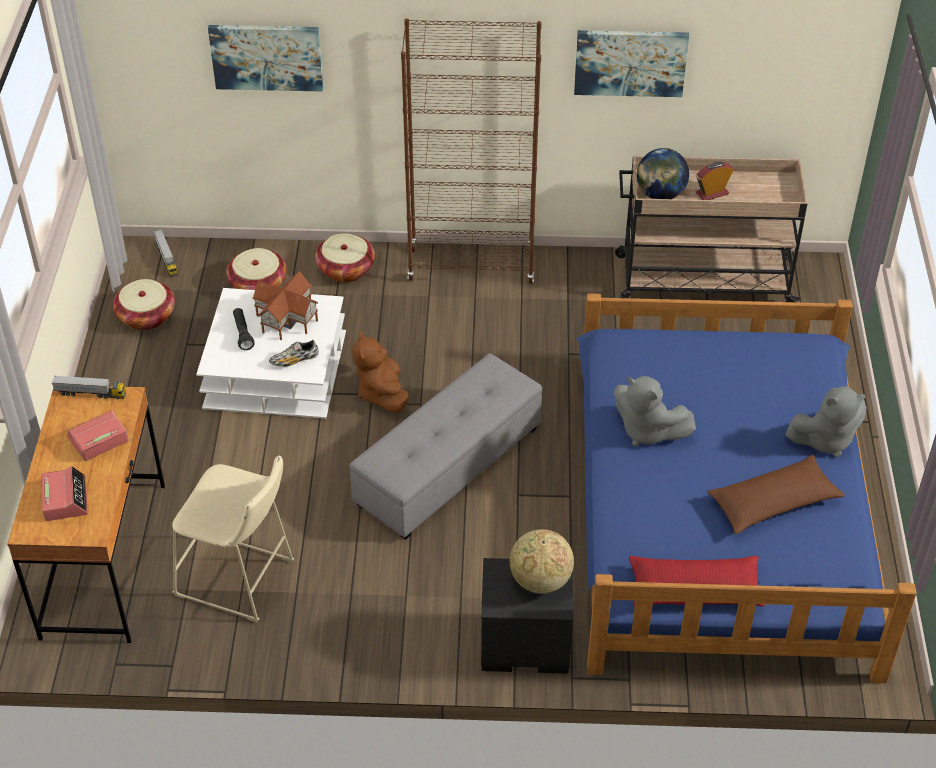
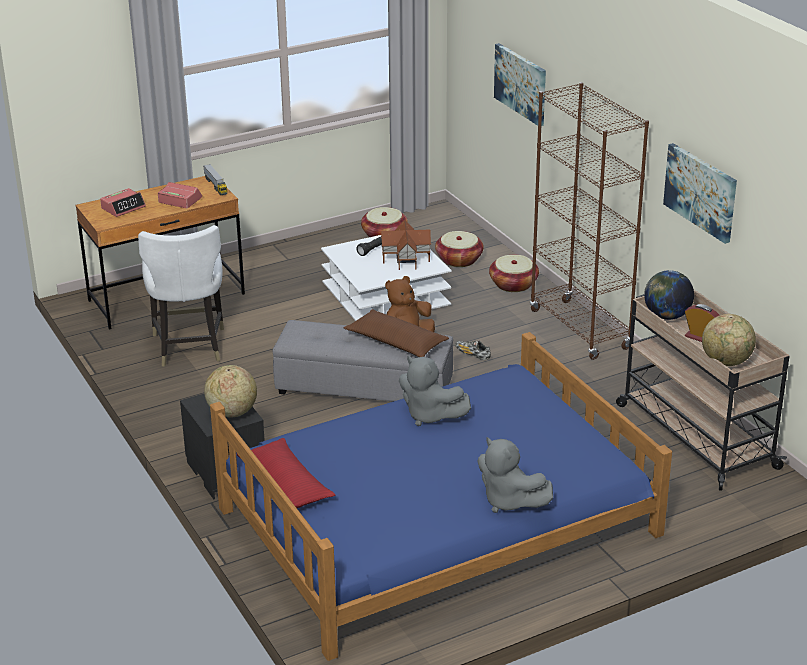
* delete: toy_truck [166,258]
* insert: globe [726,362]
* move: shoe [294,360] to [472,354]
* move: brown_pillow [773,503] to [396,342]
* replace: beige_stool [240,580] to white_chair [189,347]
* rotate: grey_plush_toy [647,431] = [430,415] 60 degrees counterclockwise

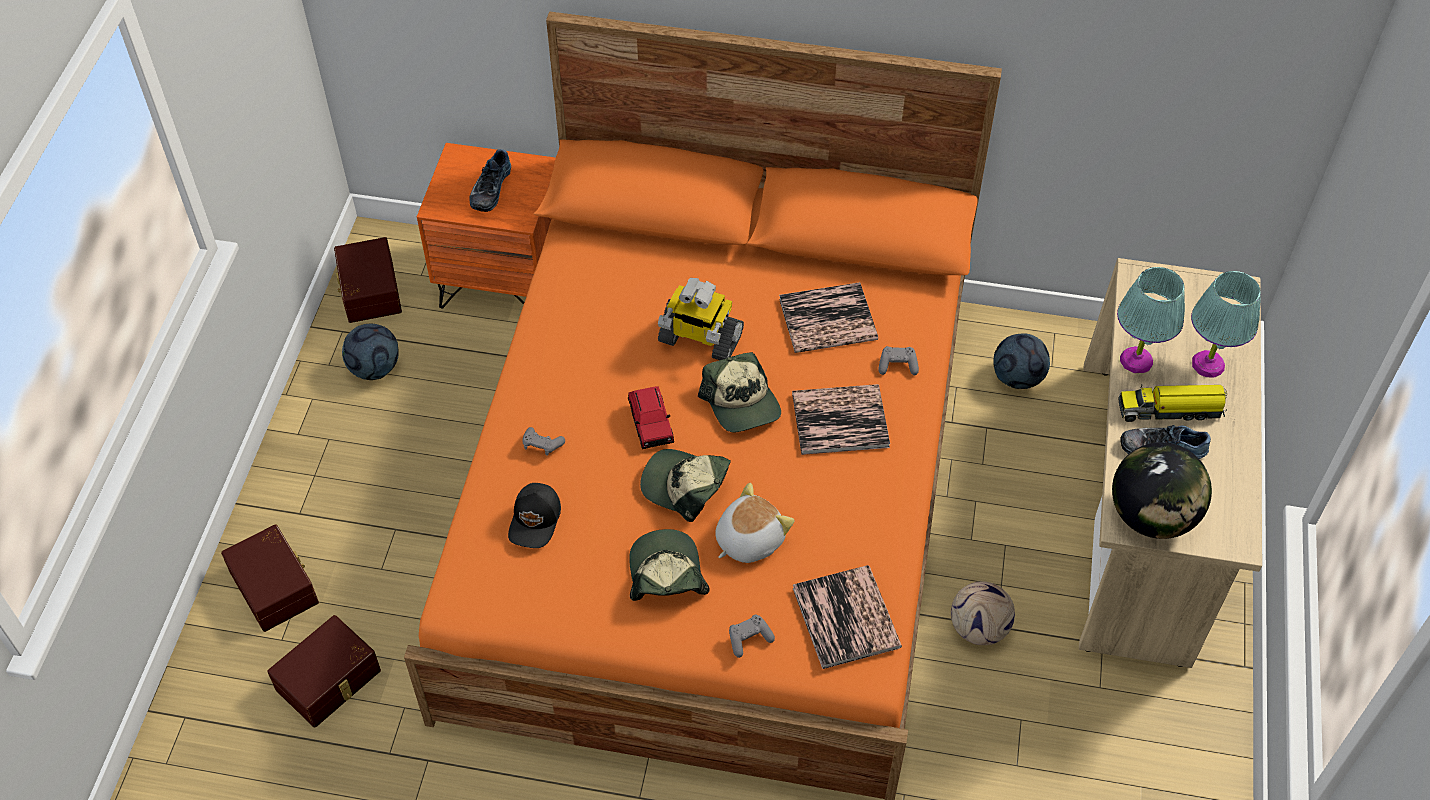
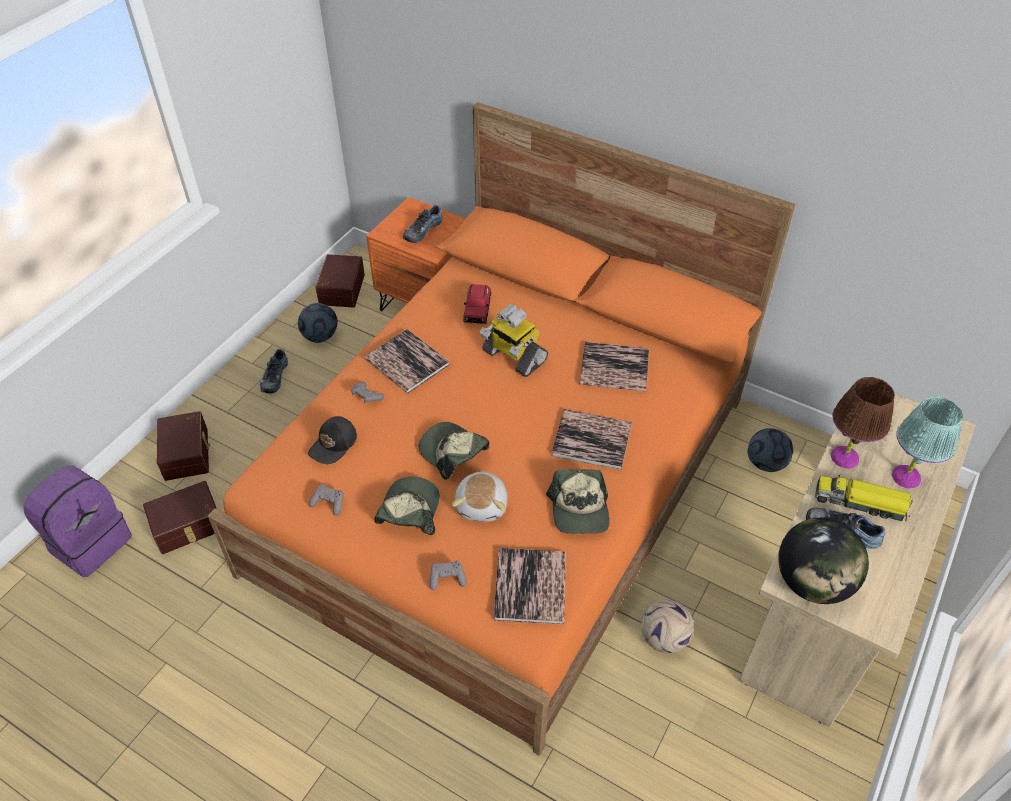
* insert: purple_backpack [90,542]
* insert: shoe [274,377]
* insert: book [407,362]
* move: red_toy_car [651,423] to [477,310]
* move: cap [741,403] to [579,510]
* move: grey_game_controller [897,365] to [328,503]
* recolor: turquoise_table_lamp [1135,360] to brown_table_lamp [844,457]
* rotate: plush_toy [748,539] = [482,505] 120 degrees clockwise

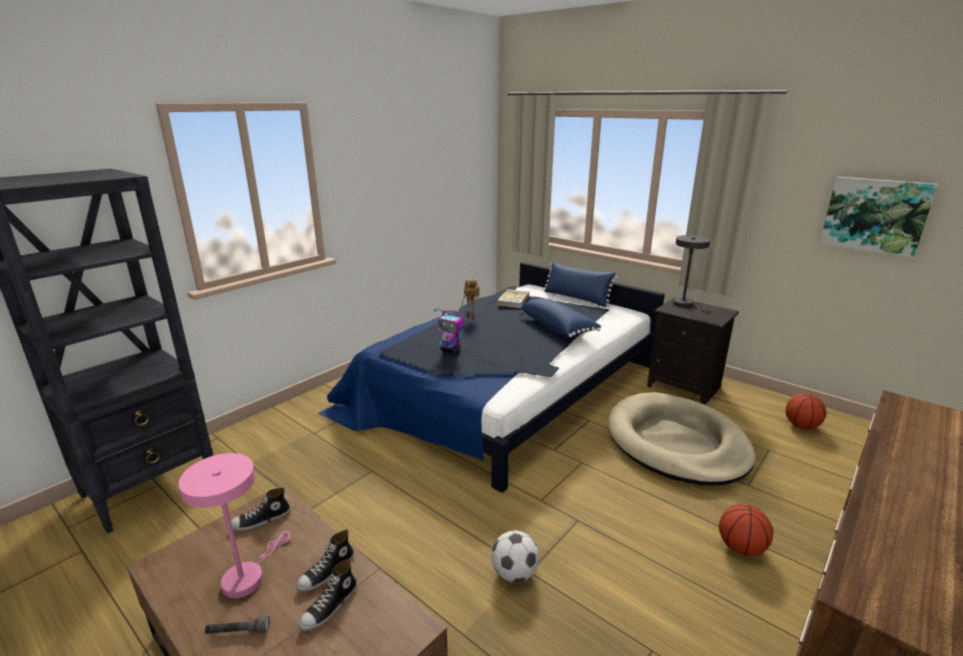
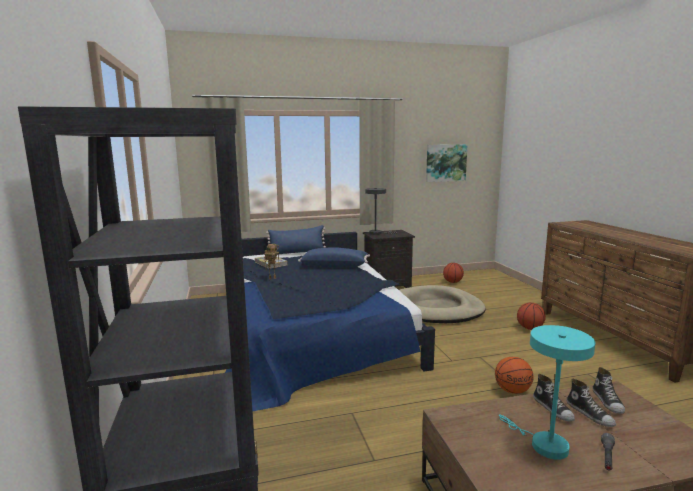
* delete: toy_robot [450,350]
* move: shoe [261,520] to [608,402]
* replace: football [514,573] to basketball [512,391]
* recolor: pink_table_lamp [247,576] to turquoise_table_lamp [543,444]

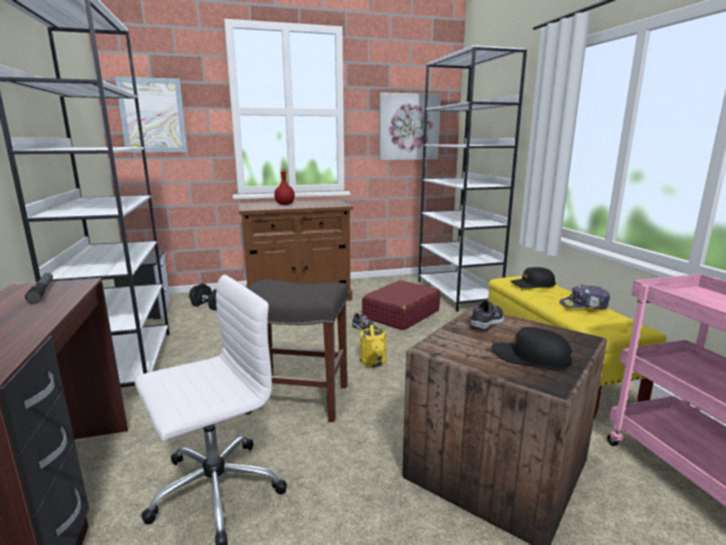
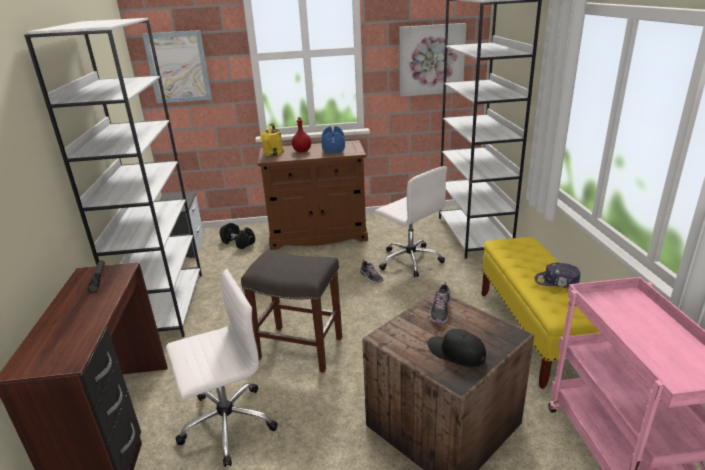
* delete: black_cap [532,285]
* insert: blue_dumbbell [333,148]
* move: yellow_watering_can [374,363] to [273,154]
* replace: red_suitcase [401,314] to white_office_chair [409,260]
* rotate: shoe [487,323] = [440,311] 150 degrees clockwise

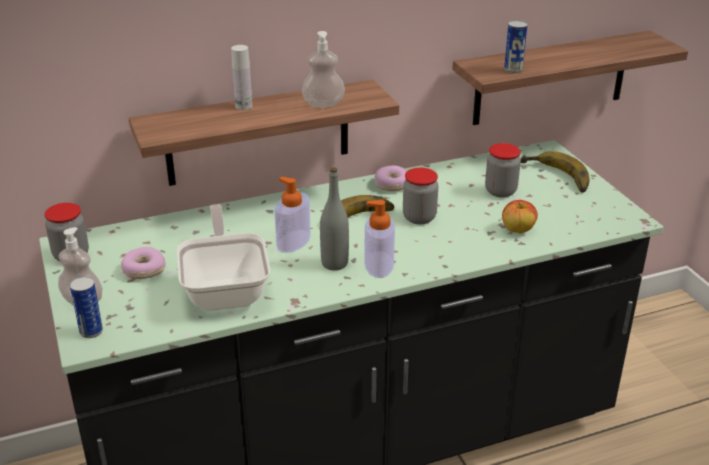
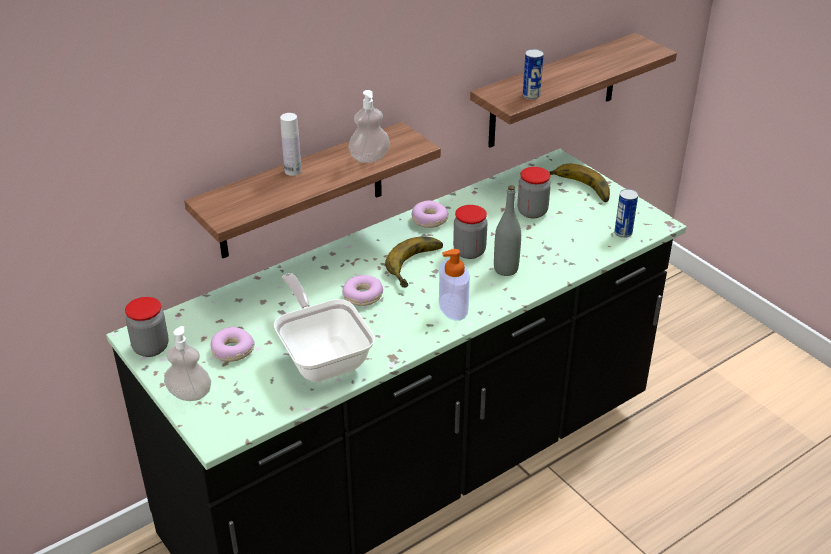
* delete: apple [518,230]
* move: can [91,331] to [623,233]
* move: grey_bottle [334,263] to [506,269]
* replace: soap_dispenser [293,241] to donut [363,296]

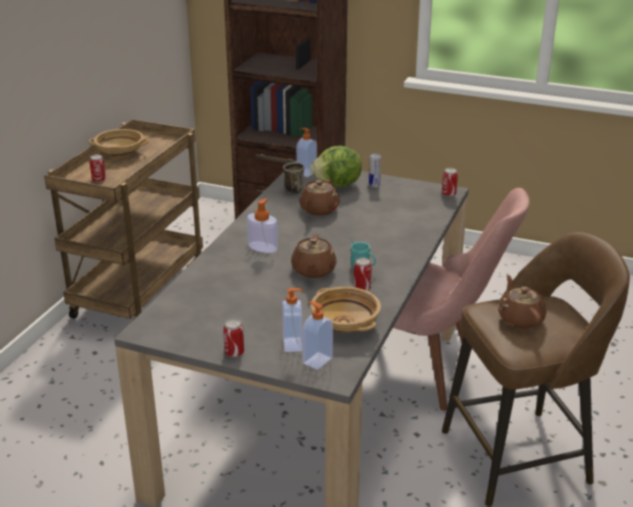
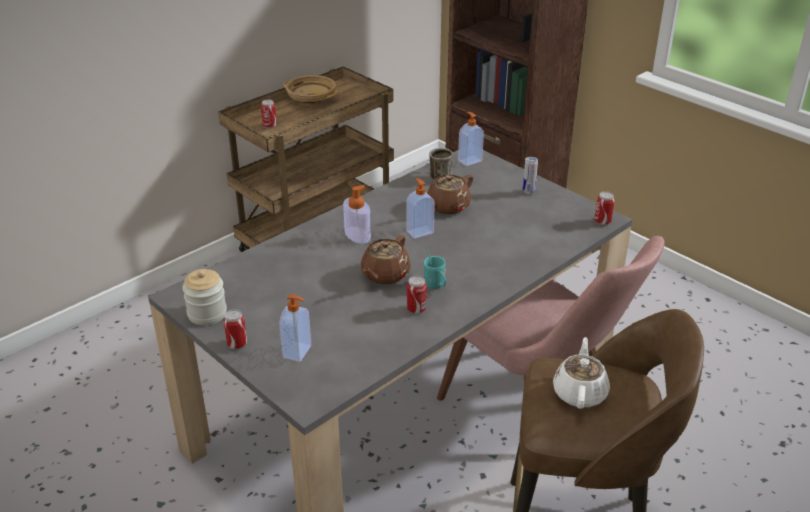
* delete: lettuce [337,185]
* delete: beige_bowl [346,324]
* insert: jar [207,314]
* move: soap_dispenser [316,360] to [419,231]
* recolor: brown_teapot [520,318] to white_teapot [580,392]

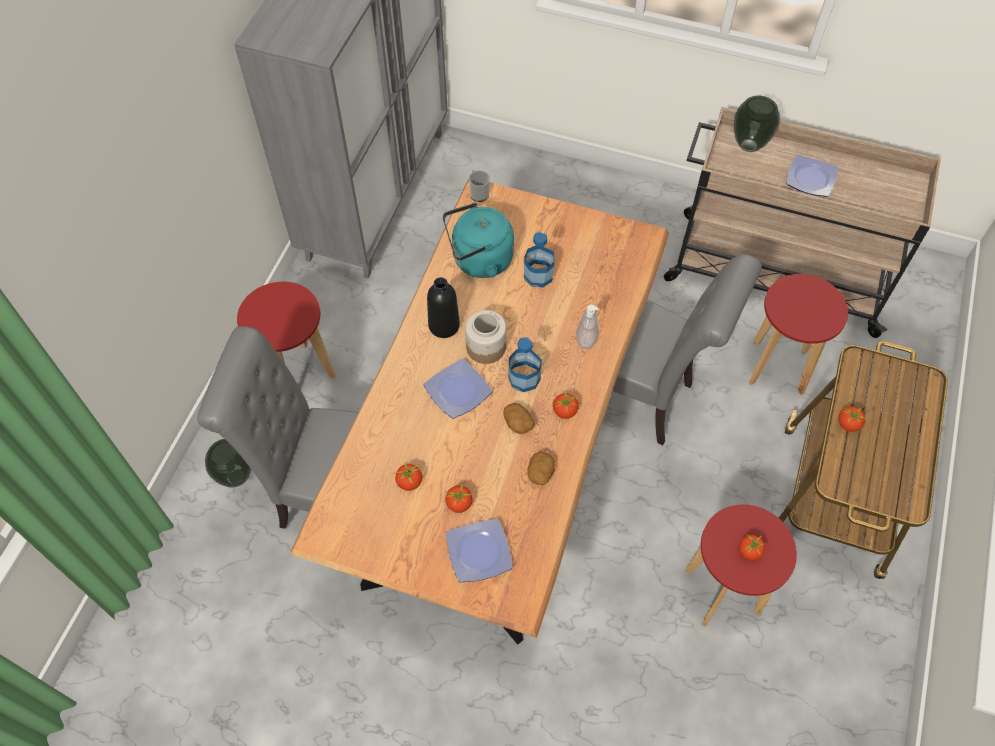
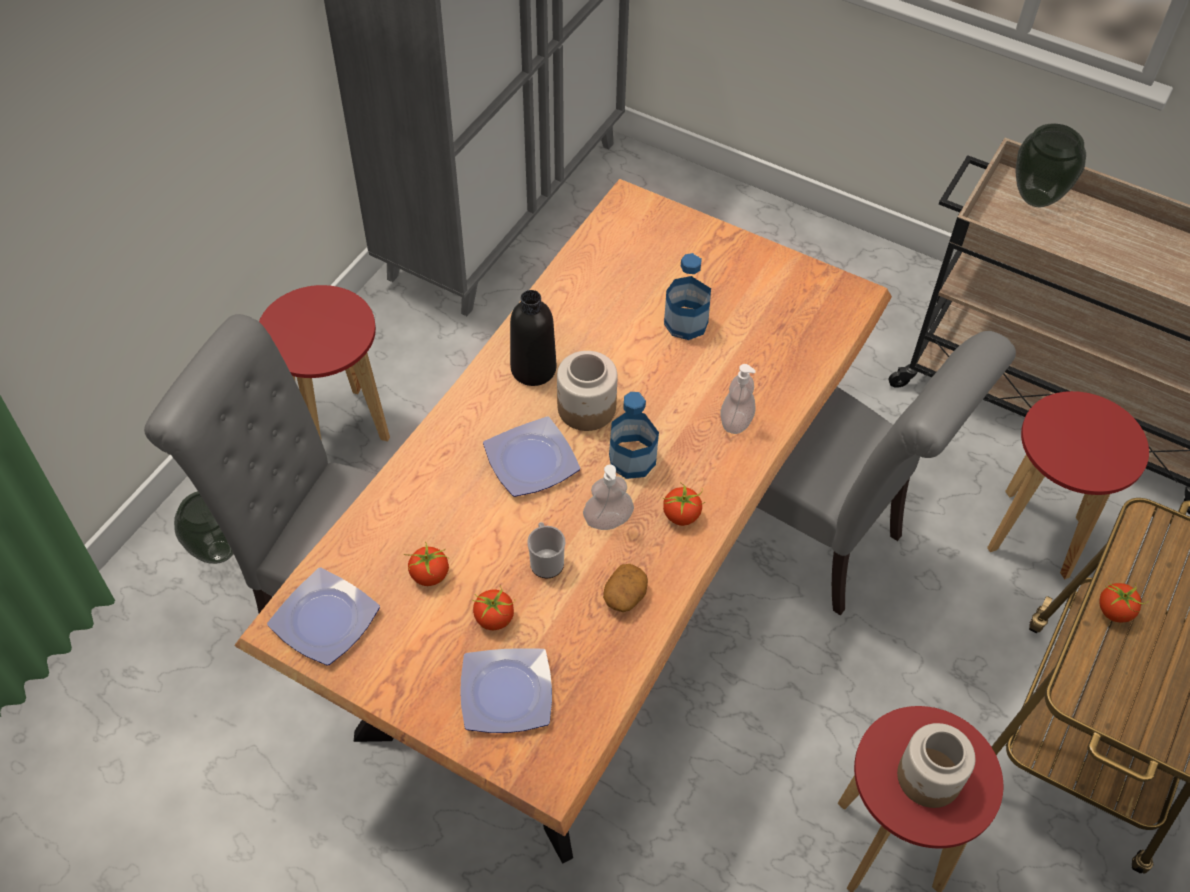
* delete: turquoise_kettle [479,260]
* move: mug [478,193] to [546,560]
* move: plate [811,179] to [325,622]
* replace: potato [517,423] to soap_dispenser [608,520]
* replace: tomato [749,551] to jar [929,778]

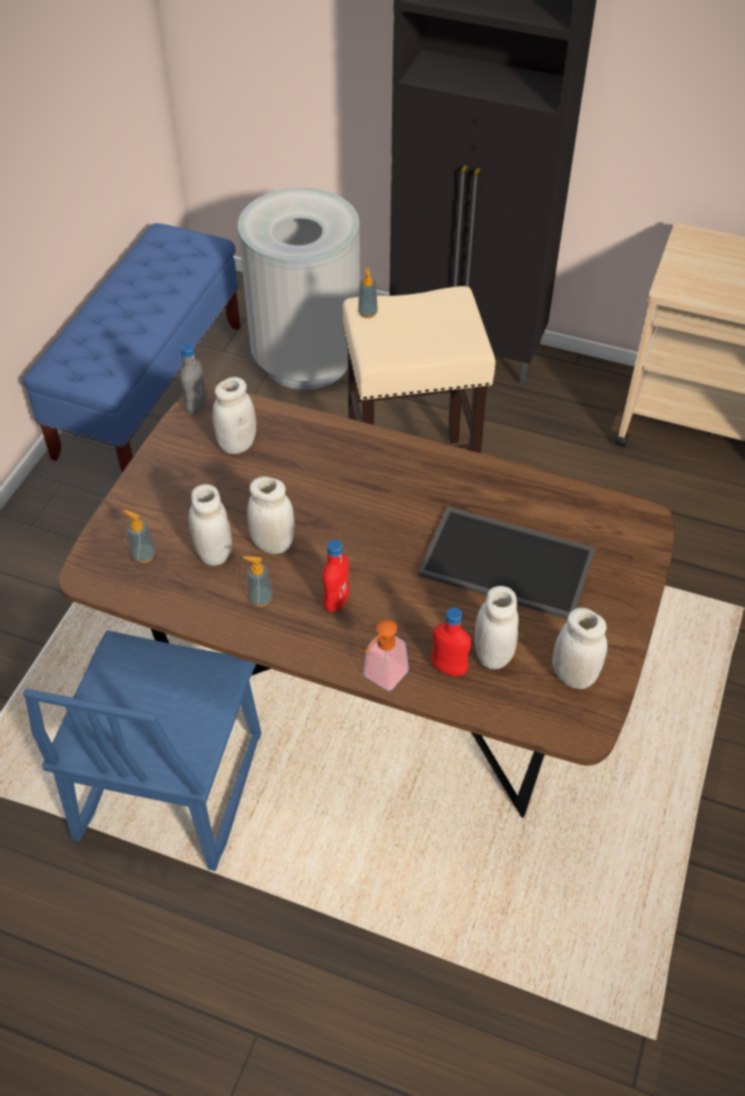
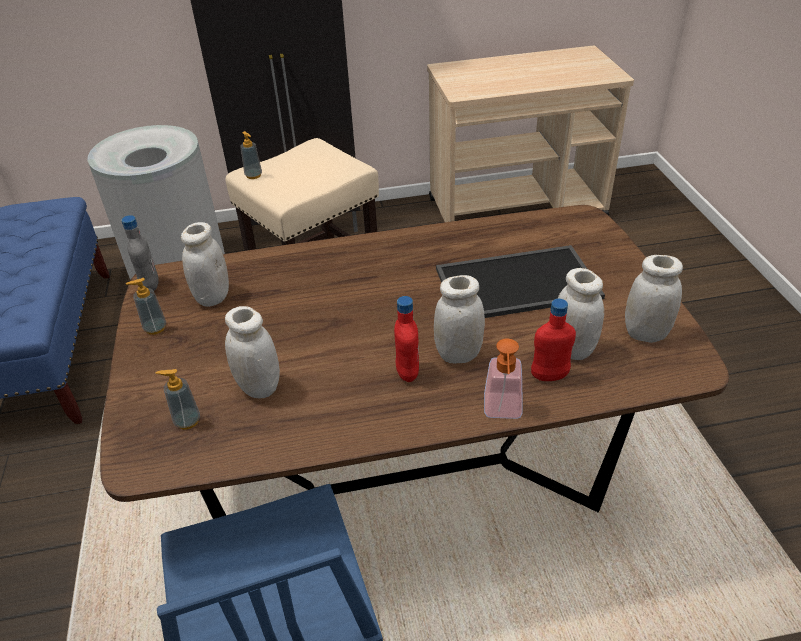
* move: soap_dispenser [260,598] to [155,328]
* move: white_jar [273,543] to [458,354]

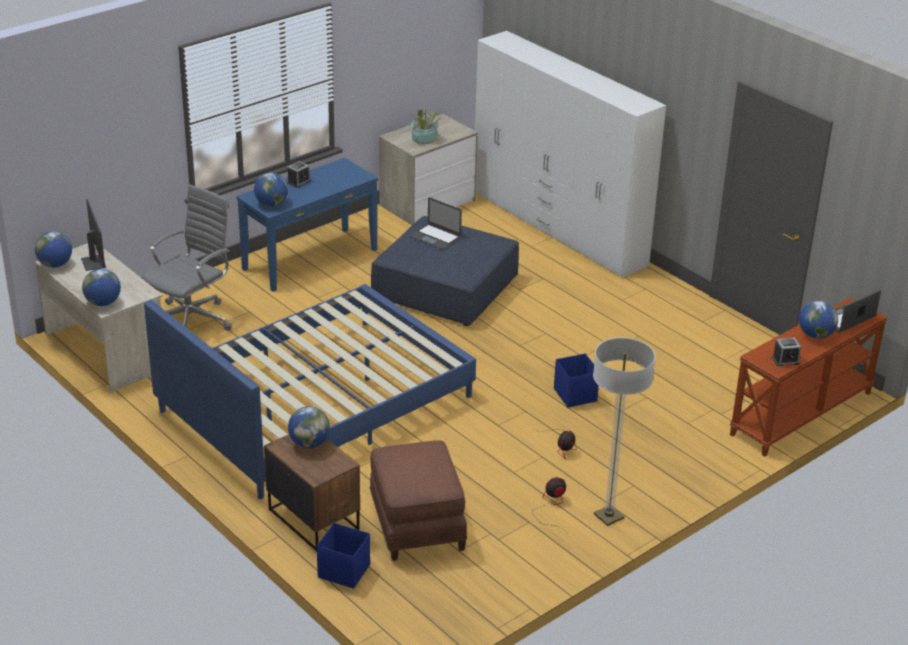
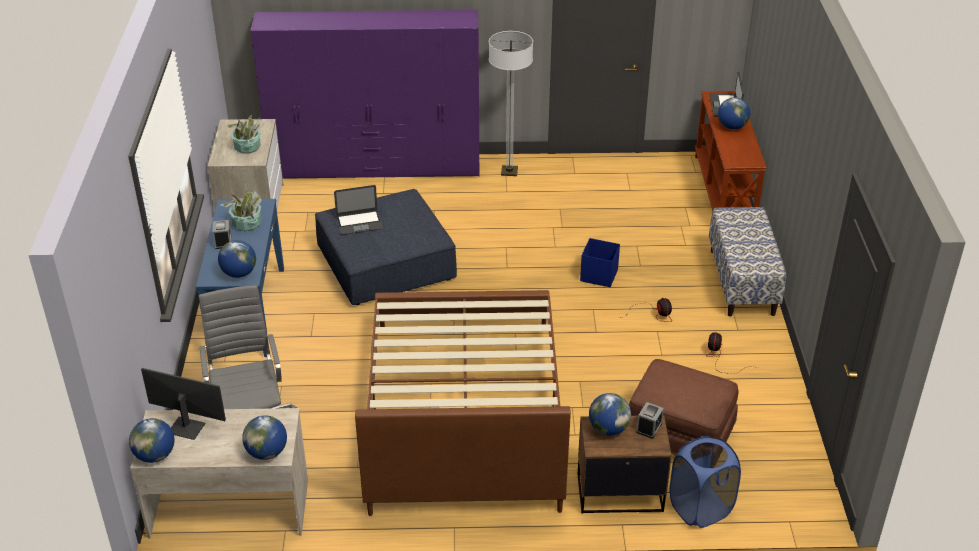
* insert: potted_plant [247,224]
* insert: bench [742,282]
* move: floor_lamp [608,516] to [509,171]
* move: alarm_clock [785,360] to [649,427]
* replace: blue_storage_box [343,571] to blue_laundry_basket [700,508]
* recolor: blue_bed [315,403] to brown_bed [463,413]
* recolor: white_wardrobe [557,227] to purple_wardrobe [375,168]

